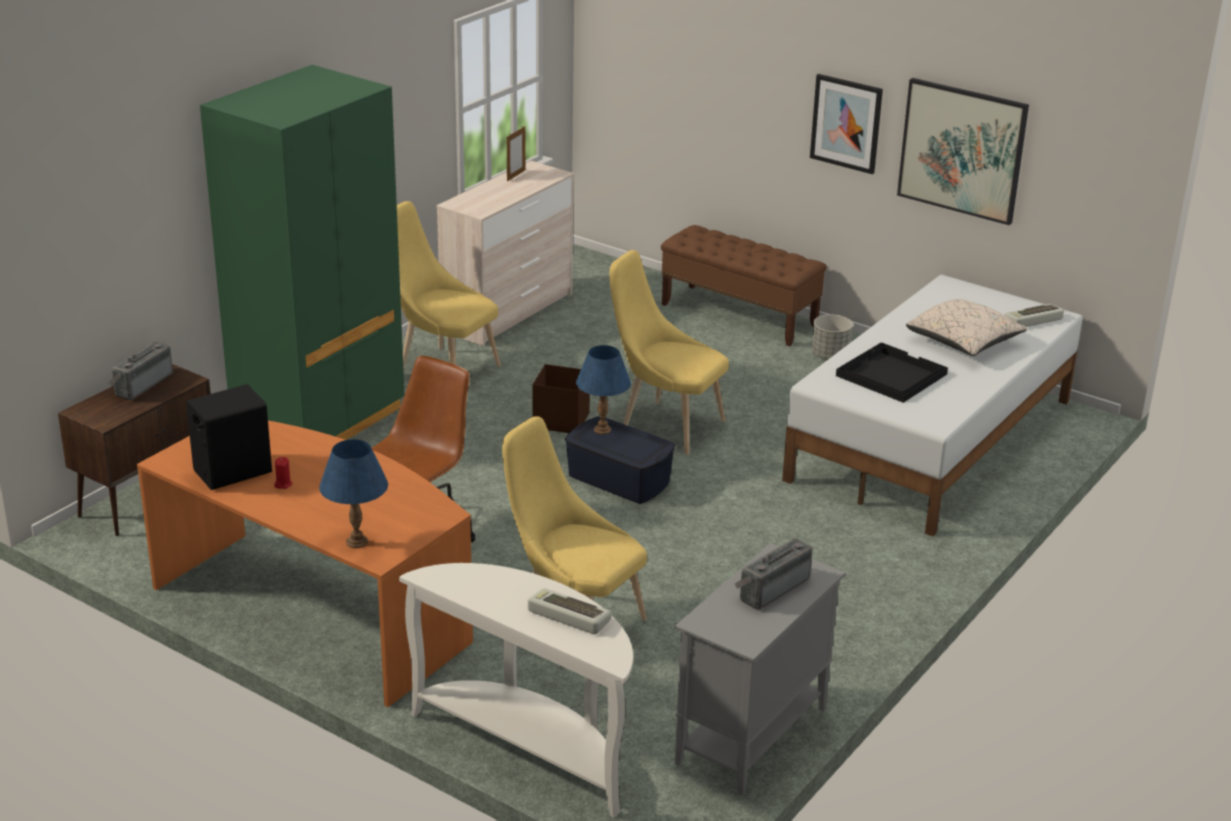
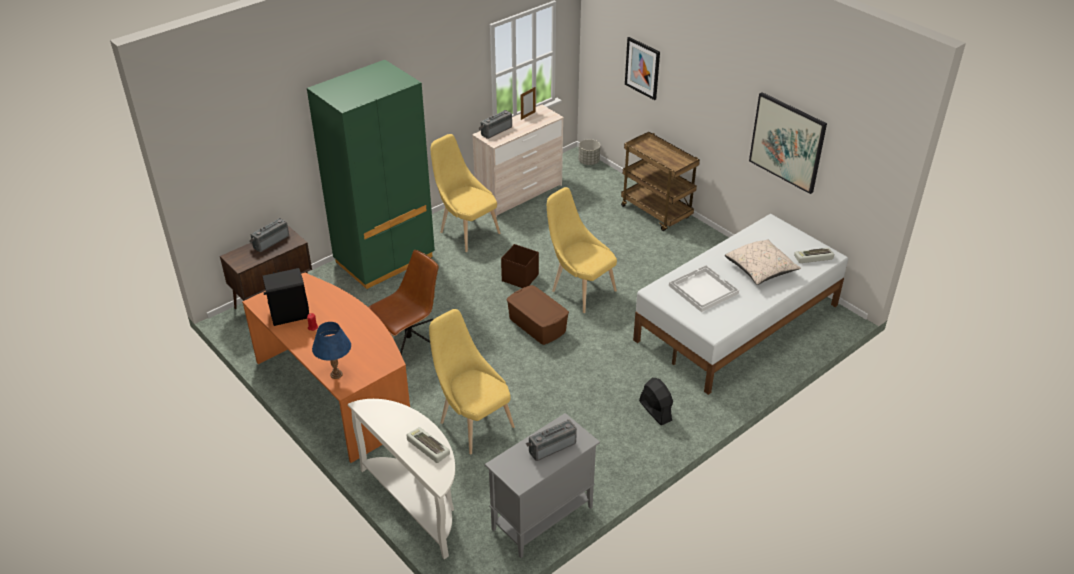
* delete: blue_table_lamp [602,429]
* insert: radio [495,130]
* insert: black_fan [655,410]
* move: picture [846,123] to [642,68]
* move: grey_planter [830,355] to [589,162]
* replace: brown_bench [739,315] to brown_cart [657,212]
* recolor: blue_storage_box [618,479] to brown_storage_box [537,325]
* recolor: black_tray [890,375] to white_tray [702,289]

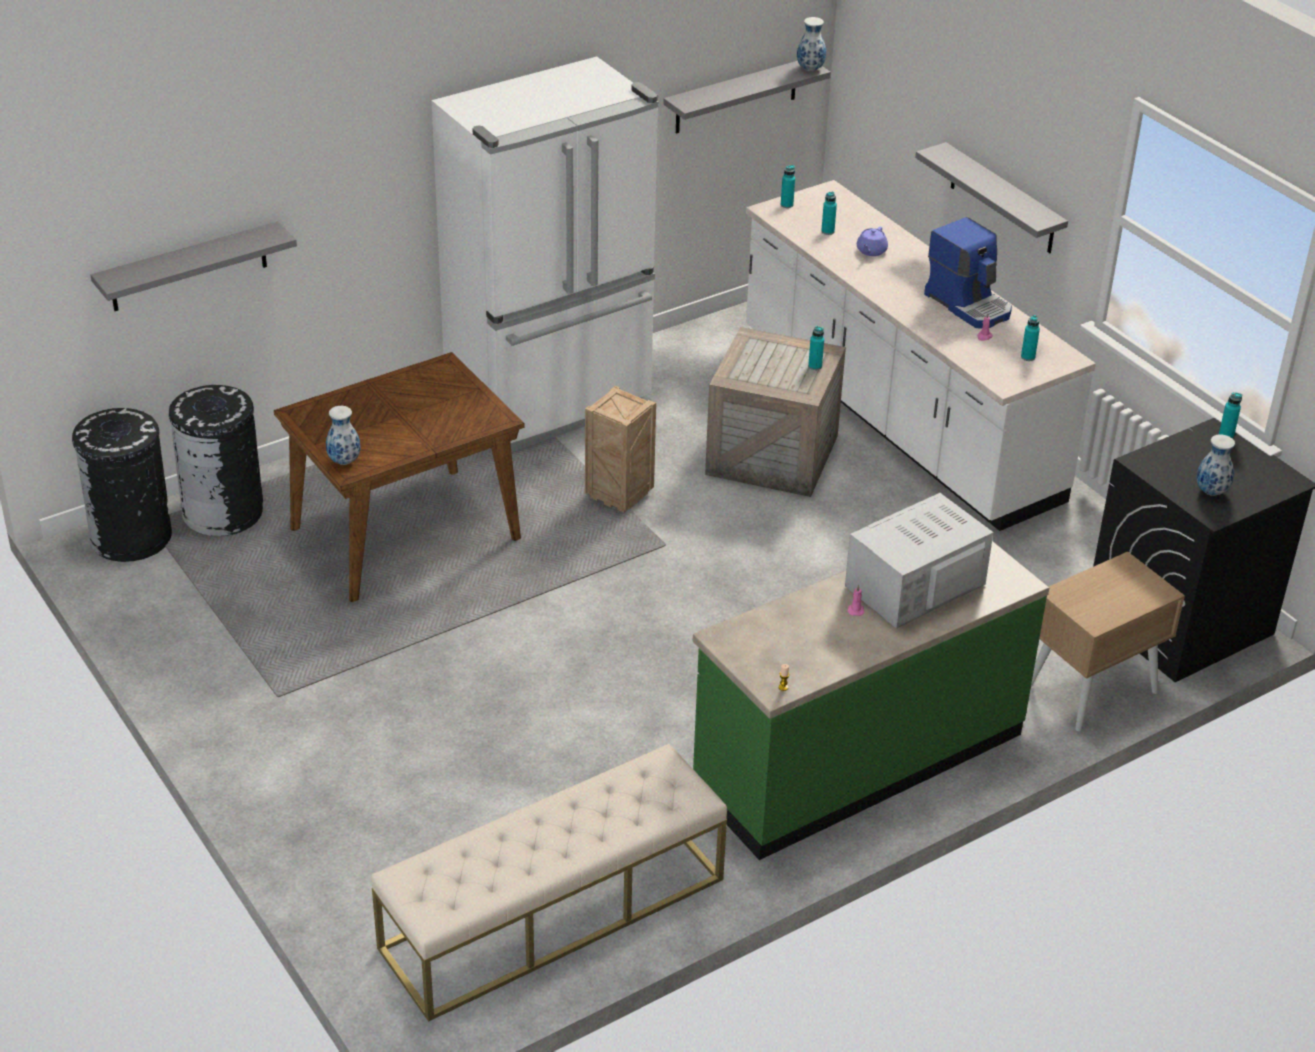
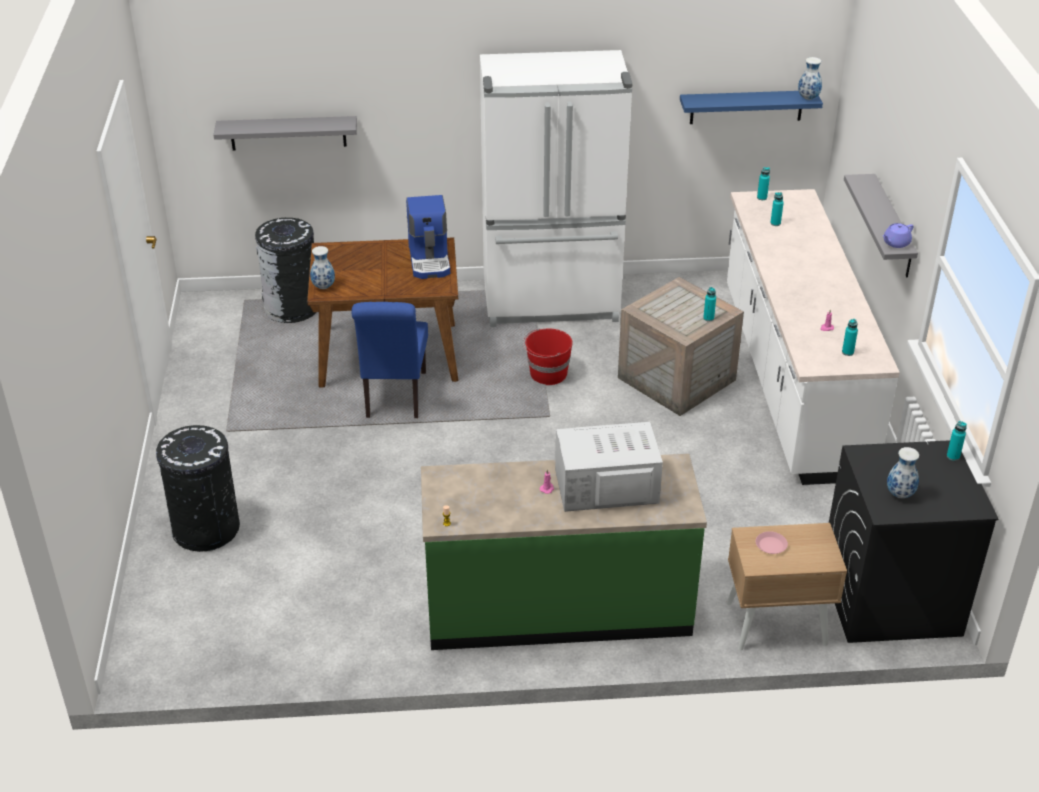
* delete: beige_bench [553,914]
* insert: blue_chair [394,398]
* insert: pink_plate [770,545]
* move: black_trash_can [131,537] to [206,529]
* move: purple_teapot [871,251] to [895,243]
* move: coffee_machine [969,304] to [430,260]
* replace: crate [620,496] to red_bucket [547,374]
* recolor: grey_shelf [736,96] to blue_shelf [746,107]

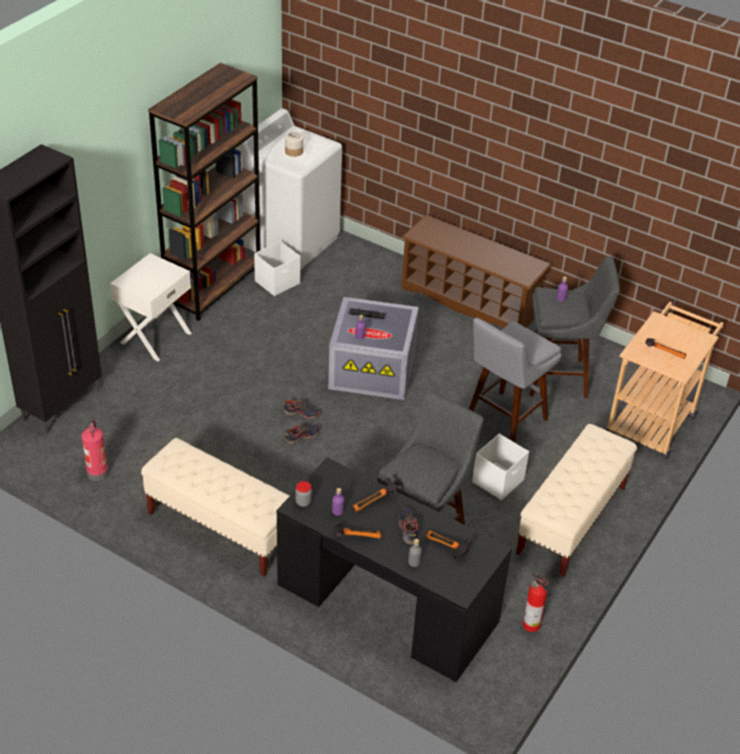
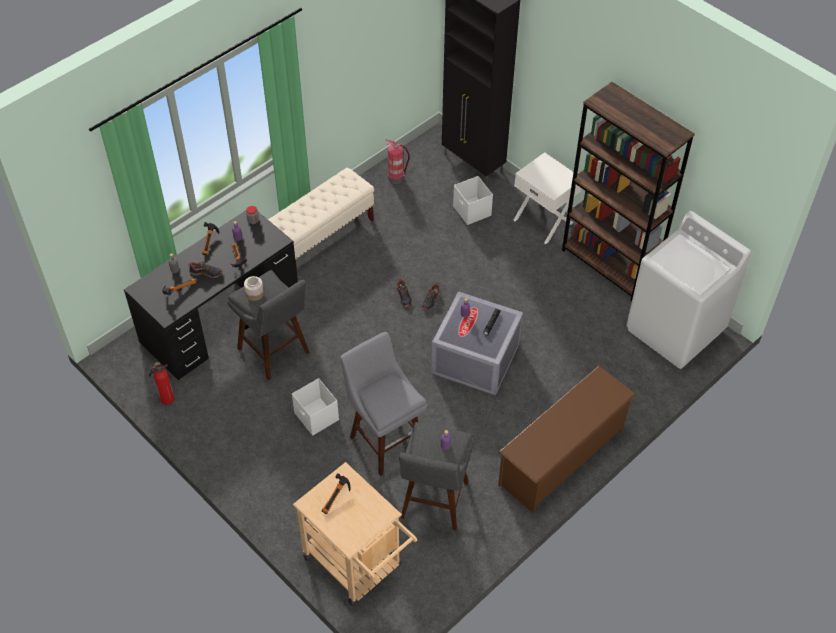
* delete: beige_bench [571,521]
* move: white_storage_box [278,282] to [472,211]
* move: jar [293,151] to [254,293]

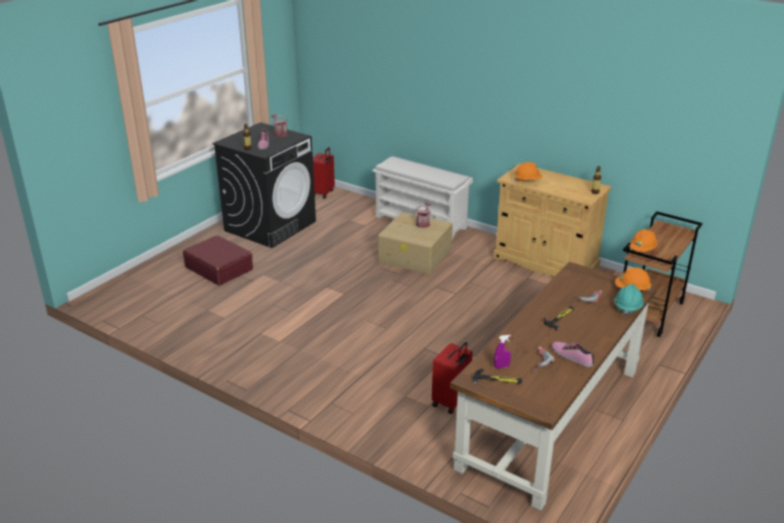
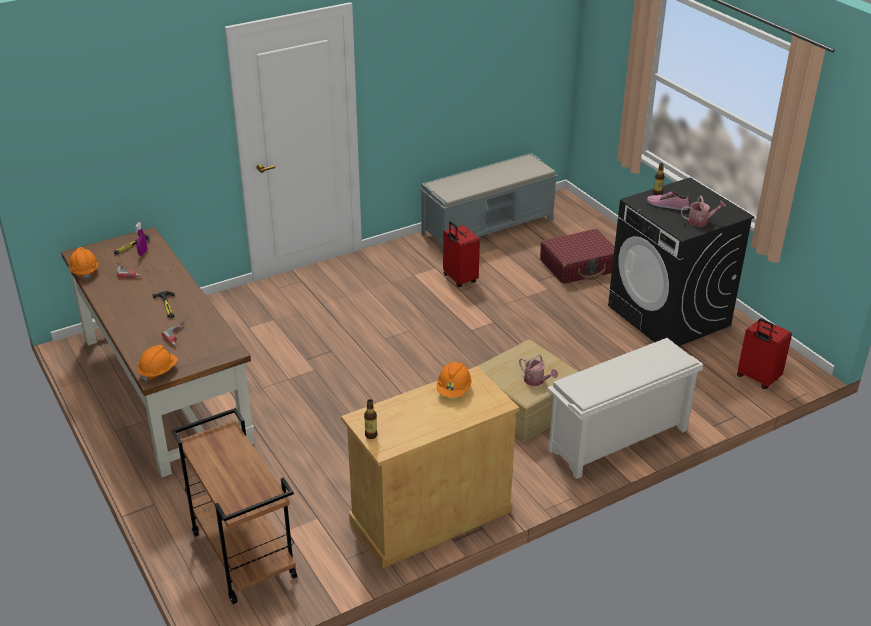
* delete: shoe [572,356]
* delete: turquoise_hard_hat [627,307]
* insert: grey_bench [488,227]
* move: red_suitcase [451,402] to [459,279]
* move: orange_hard_hat [642,250] to [84,271]

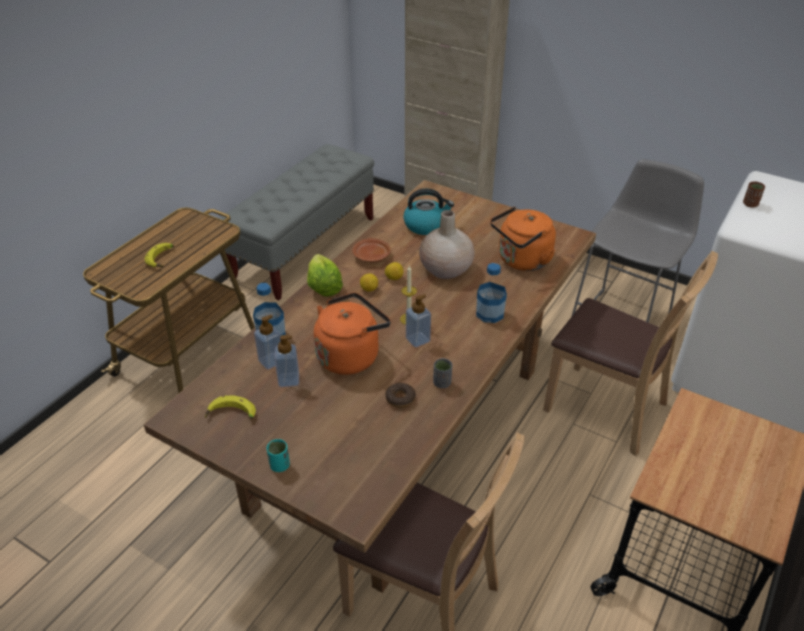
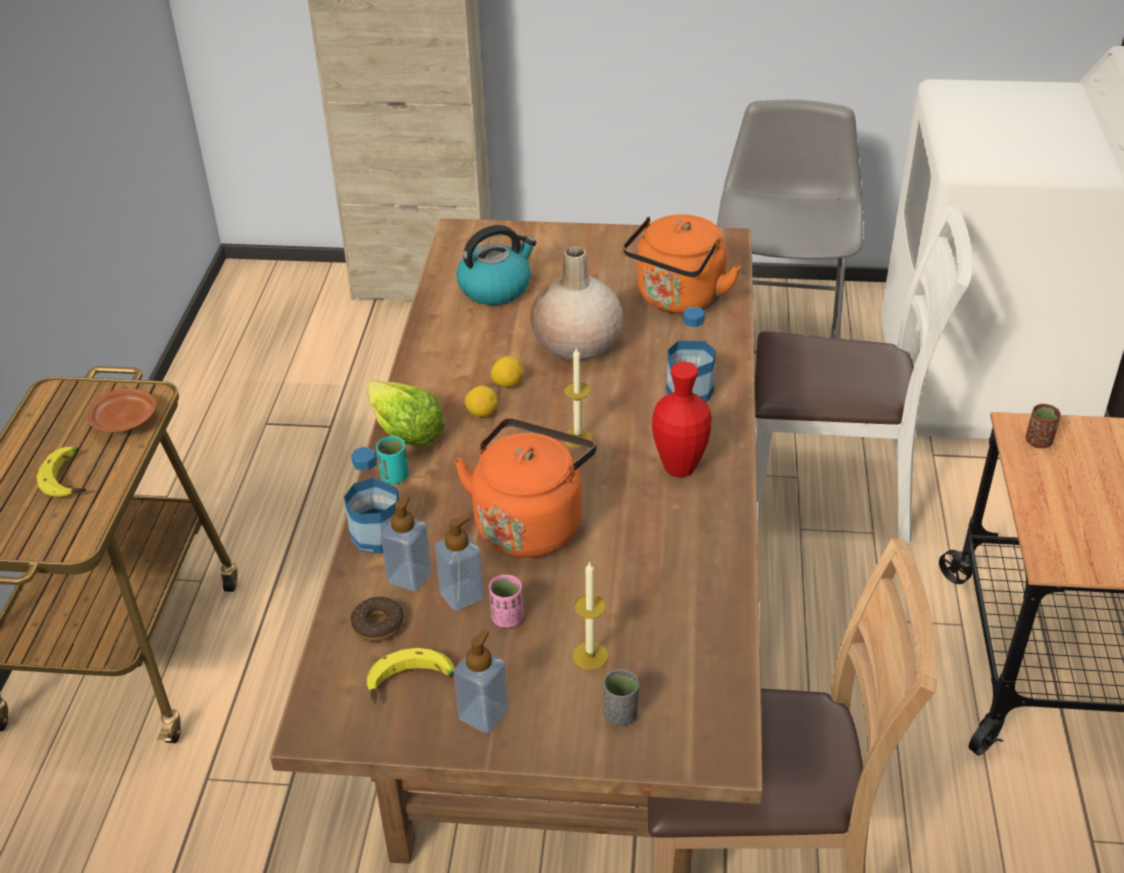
* delete: grey_bench [305,248]
* insert: pink_cup [507,618]
* insert: candle [590,656]
* insert: red_vase [679,468]
* move: turquoise_cup [279,465] to [394,476]
* move: brown_plate [371,256] to [125,421]
* move: donut [400,398] to [378,625]
* move: soap_dispenser [418,340] to [483,714]
* move: grey_cup [442,383] to [620,715]
* move: brown_cup [750,204] to [1038,441]
* recolor: brown_chair [606,408] to white_chair [831,491]

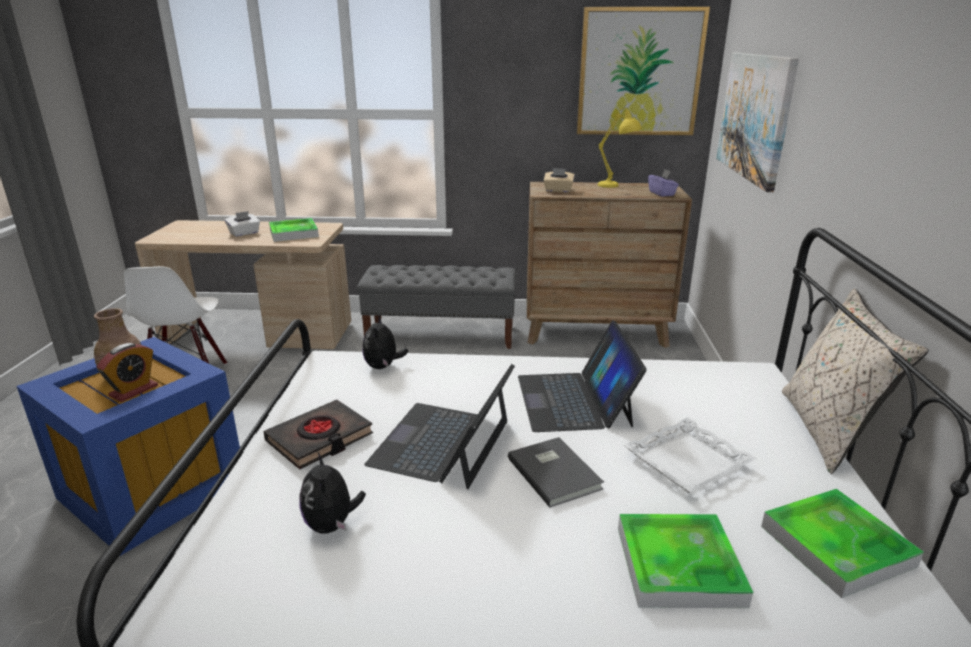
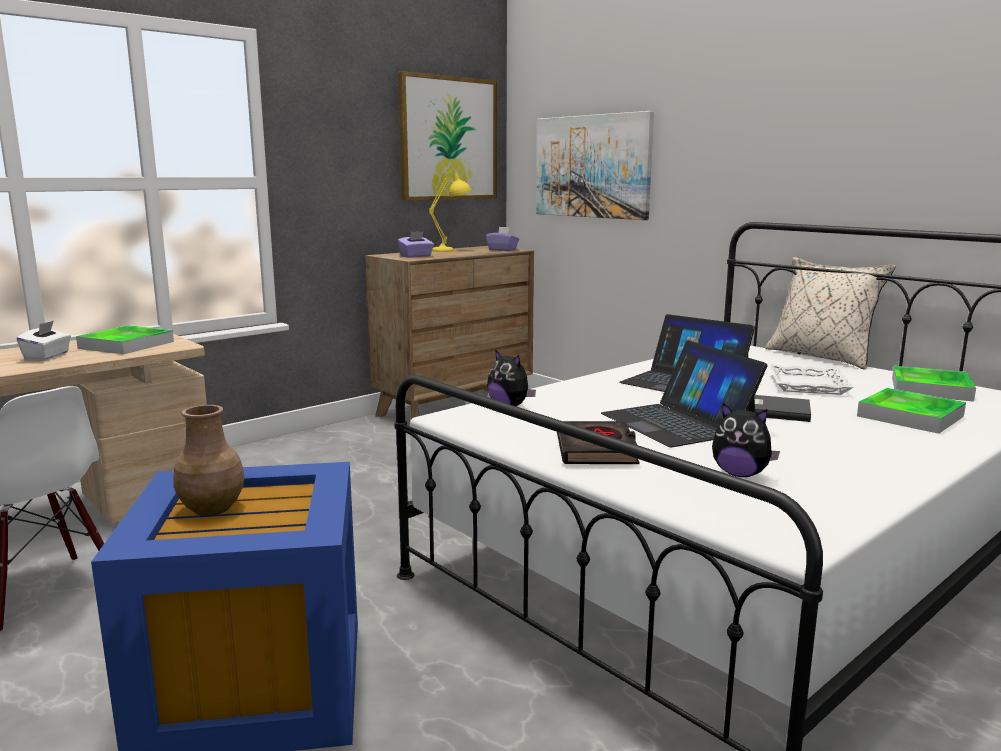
* delete: alarm_clock [134,391]
* delete: grey_bench [441,335]
* recolor: beige_tissue_box [558,190] to purple_tissue_box [416,256]

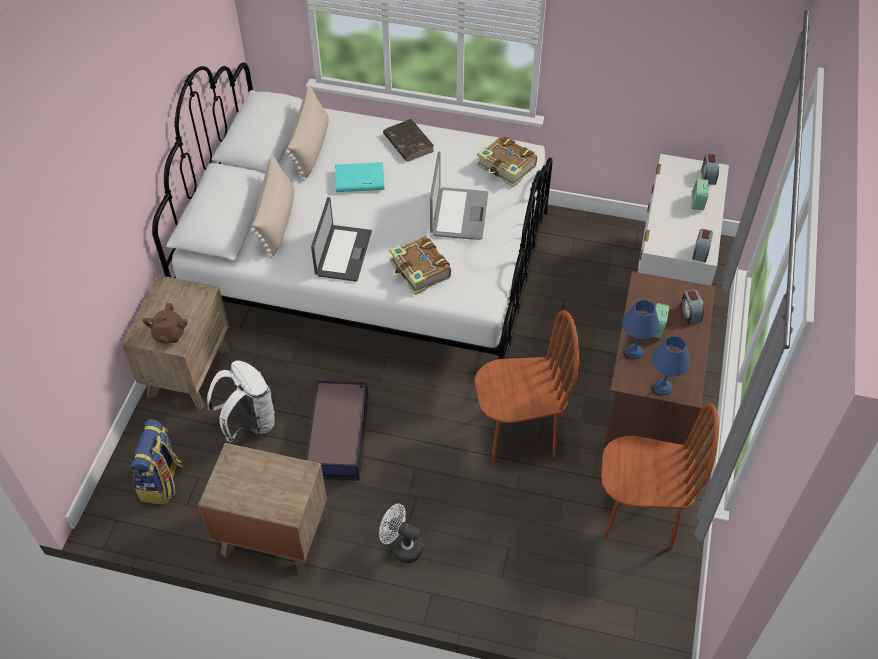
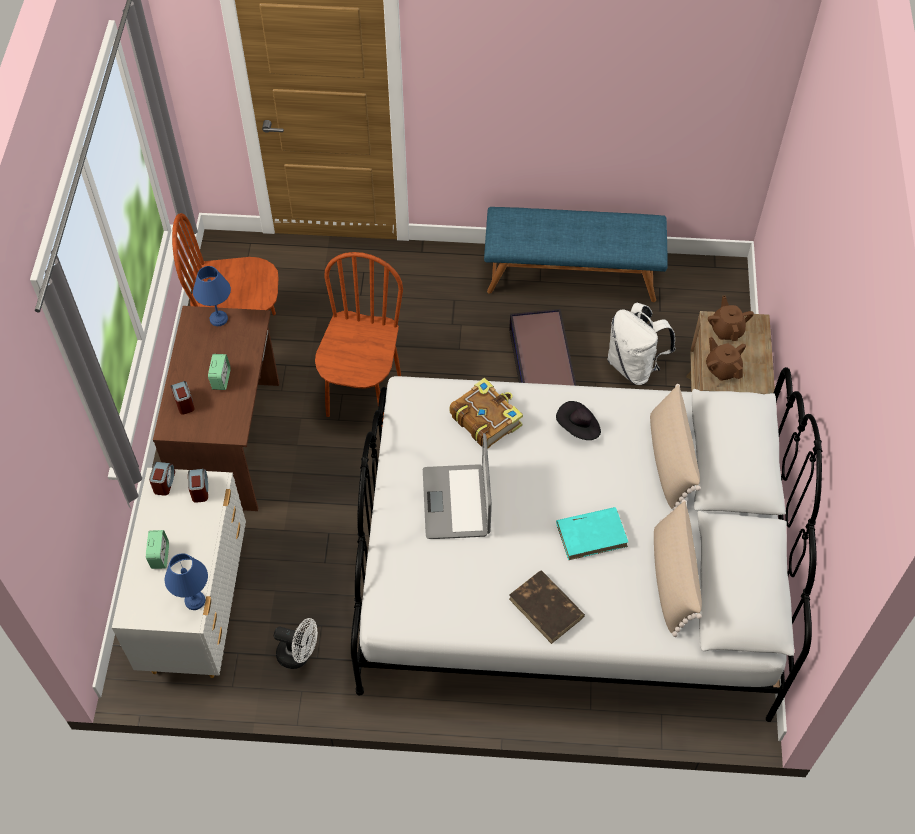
* delete: backpack [162,482]
* delete: book [506,167]
* insert: brown_teapot [722,369]
* move: white_fan [402,546] to [299,655]
* move: blue_table_lamp [634,351] to [194,601]
* move: alarm_clock [708,176] to [200,489]
* replace: brown_nightstand [272,535] to blue_bench [572,274]
* replace: laptop [342,253] to black_hat [578,428]
* rotate: brown_chair [518,434] = [363,395] 120 degrees clockwise

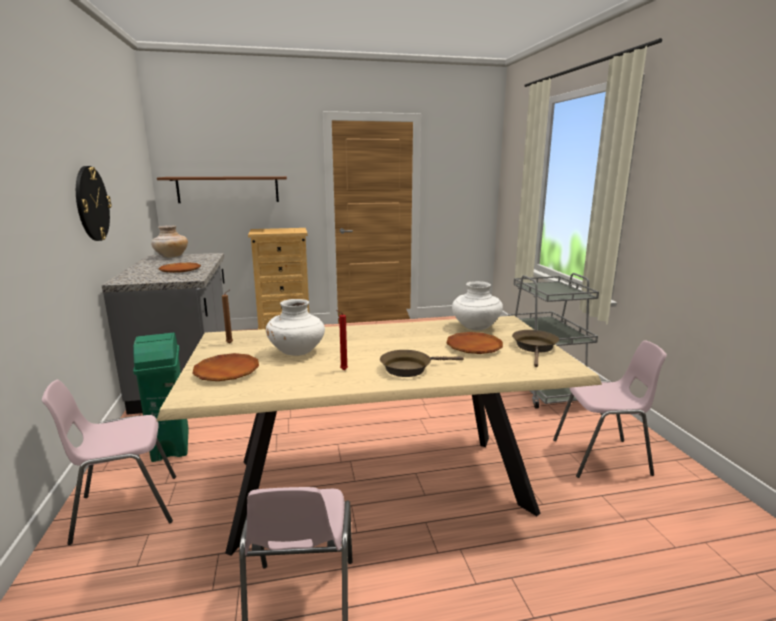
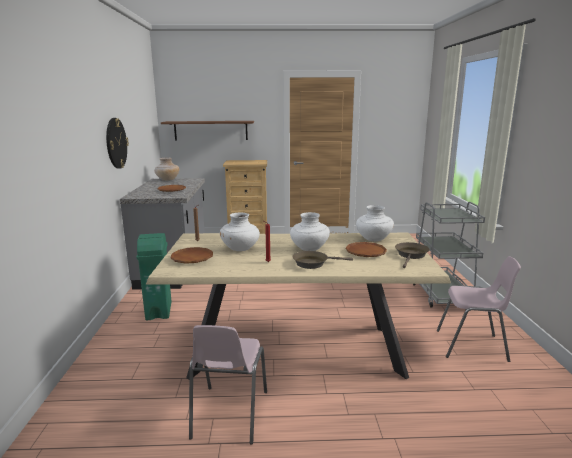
* delete: pink_chair [125,508]
* insert: white_vase [309,249]

